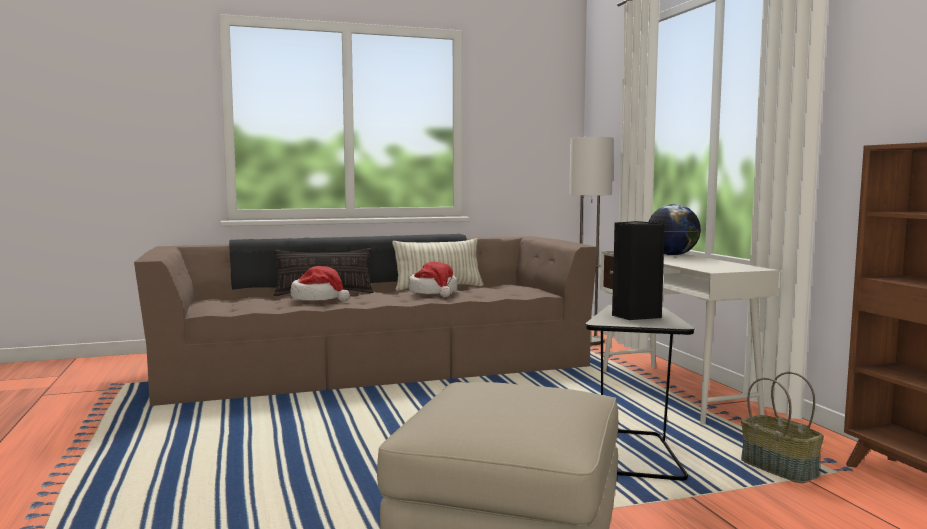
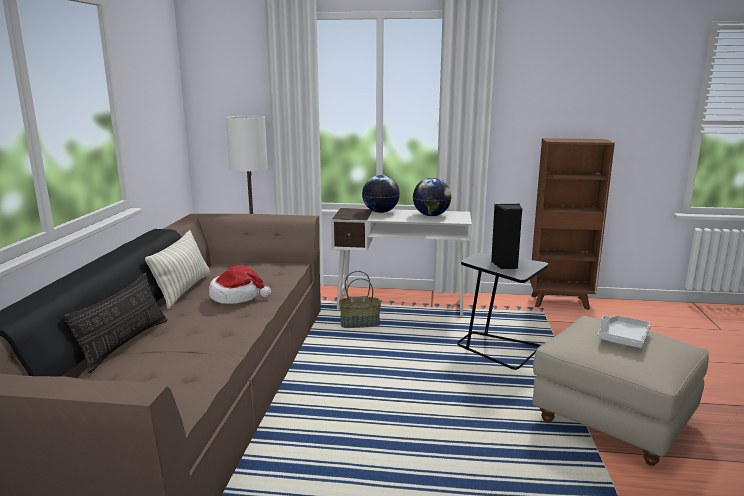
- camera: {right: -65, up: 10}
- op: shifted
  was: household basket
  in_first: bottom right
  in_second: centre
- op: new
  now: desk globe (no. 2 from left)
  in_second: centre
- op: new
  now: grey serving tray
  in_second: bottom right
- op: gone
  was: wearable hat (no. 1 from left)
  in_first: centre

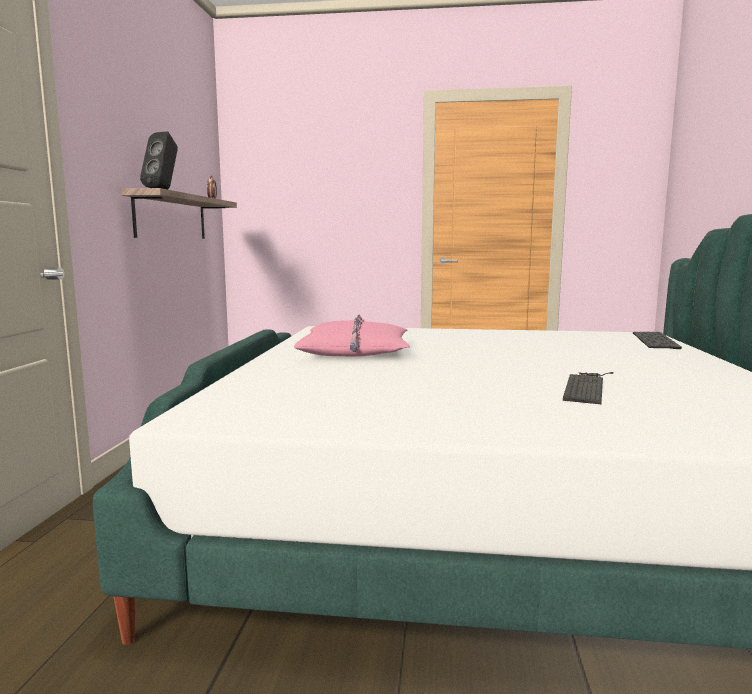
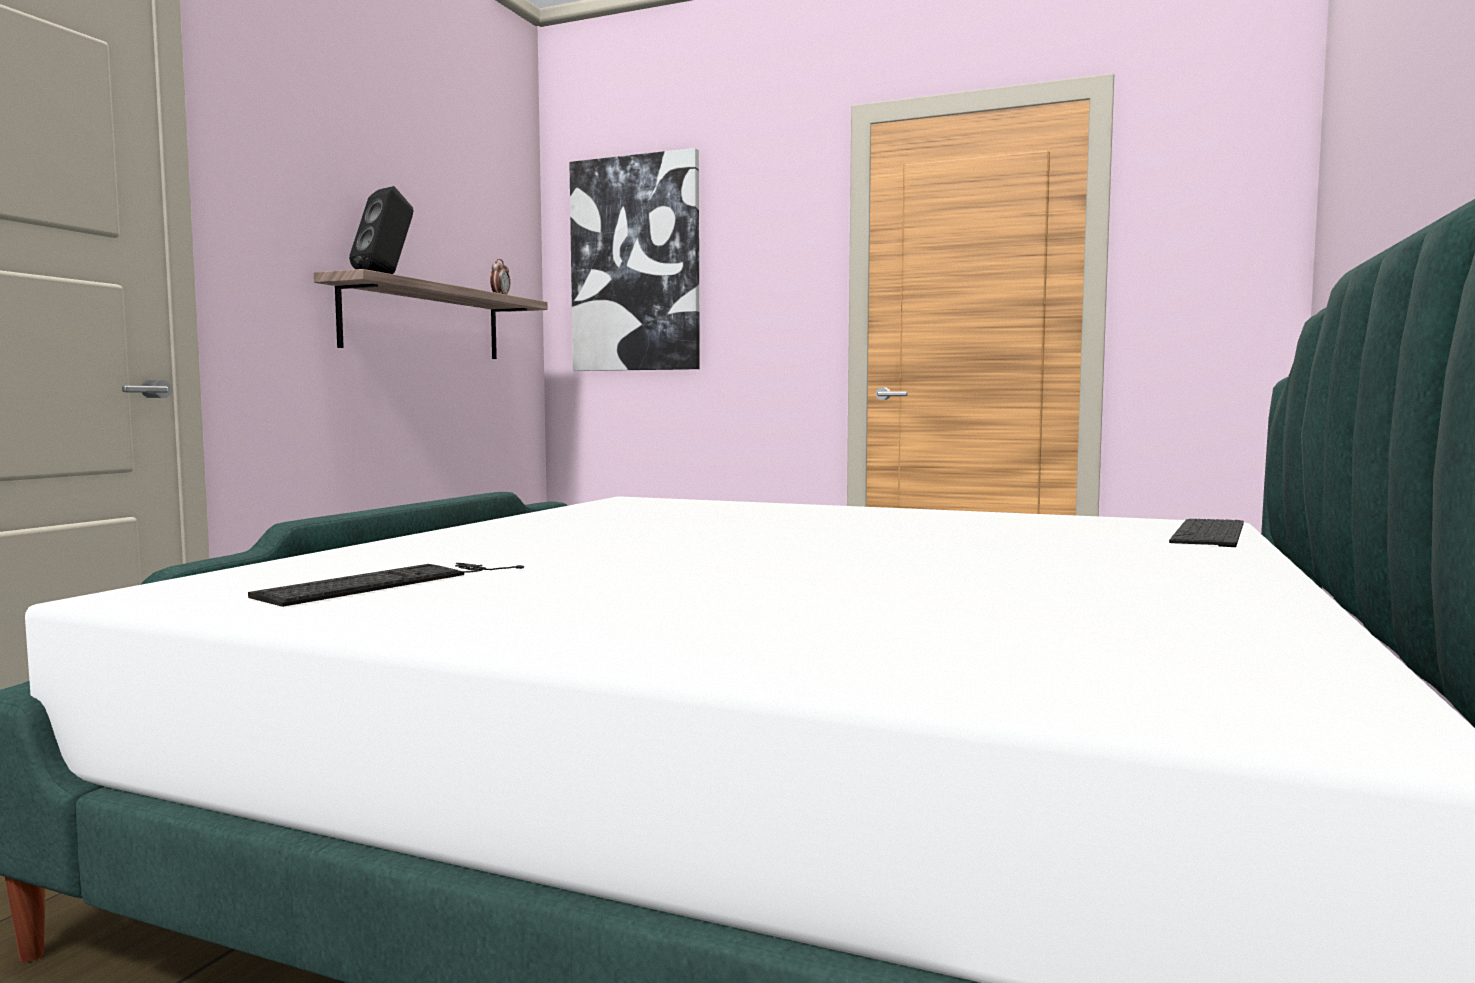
- camera: {right: 15, up: -5}
- op: shifted
  was: computer keyboard (no. 1 from left)
  in_first: middle right
  in_second: middle left
- op: new
  now: wall art
  in_second: top centre
- op: gone
  was: pink-coloured cushion
  in_first: centre

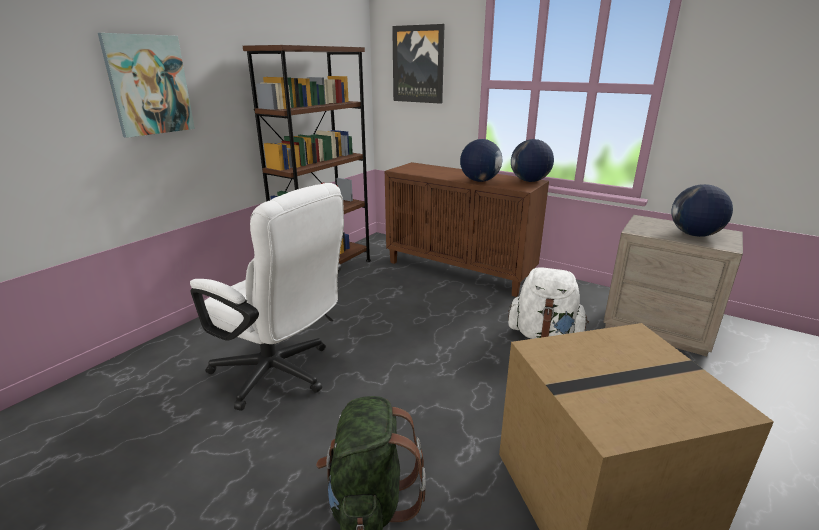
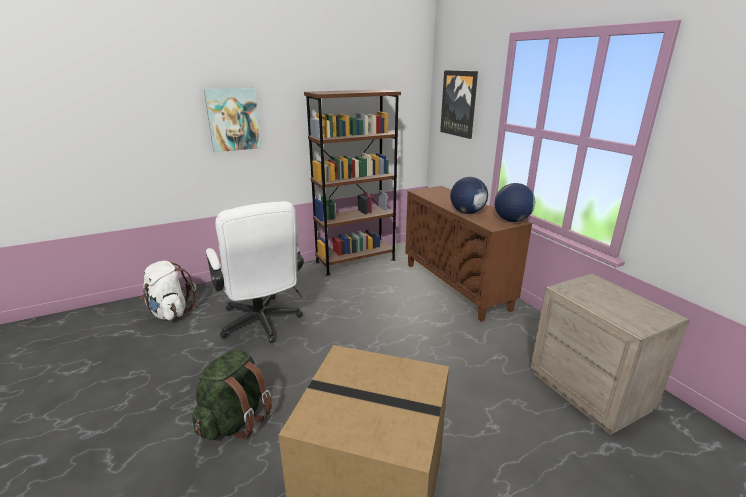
- camera: {right: 30, up: 0}
- op: shifted
  was: whitish rucksack
  in_first: middle right
  in_second: middle left
- op: gone
  was: desk globe (no. 3 from left)
  in_first: middle right

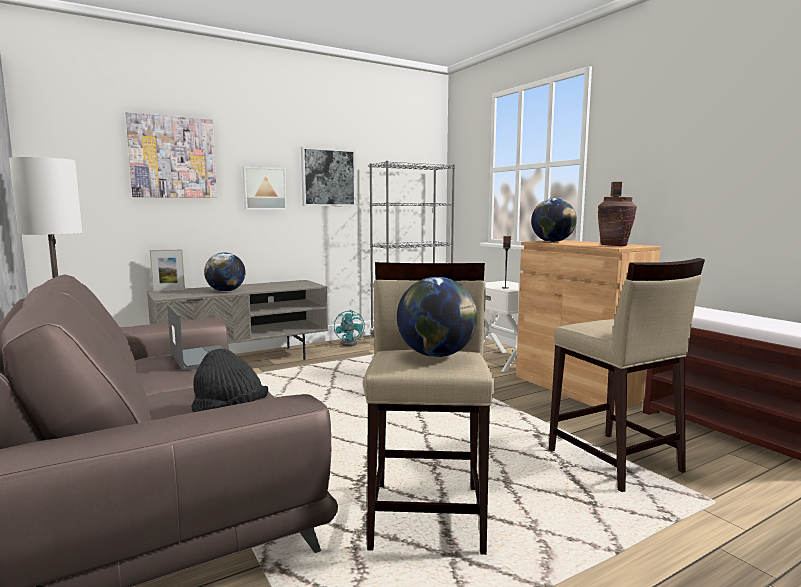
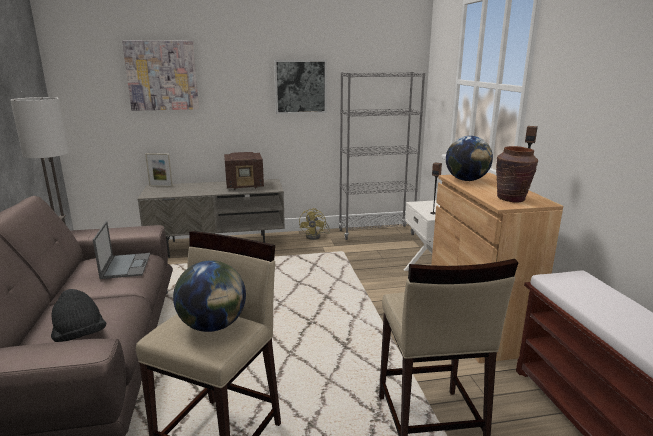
- camera: {right: 20, up: 10}
- op: new
  now: radio receiver
  in_second: centre
- op: repainted
  was: turquoise-coloured fan
  now: yellow fan
  in_first: centre
  in_second: centre
- op: gone
  was: desk globe (no. 1 from left)
  in_first: middle left
- op: gone
  was: wall art (no. 2 from left)
  in_first: top left

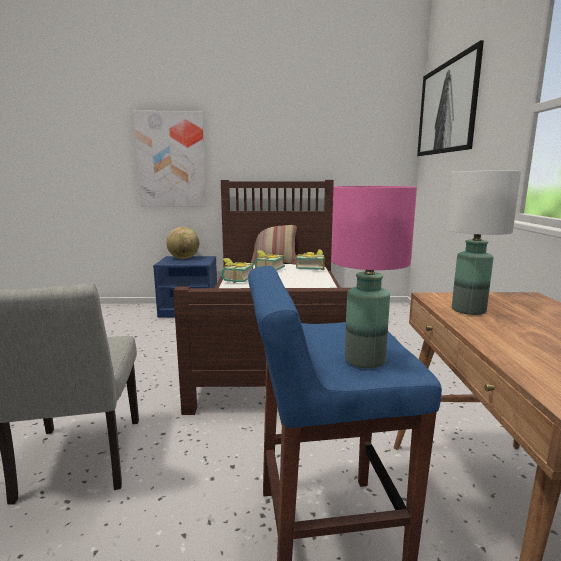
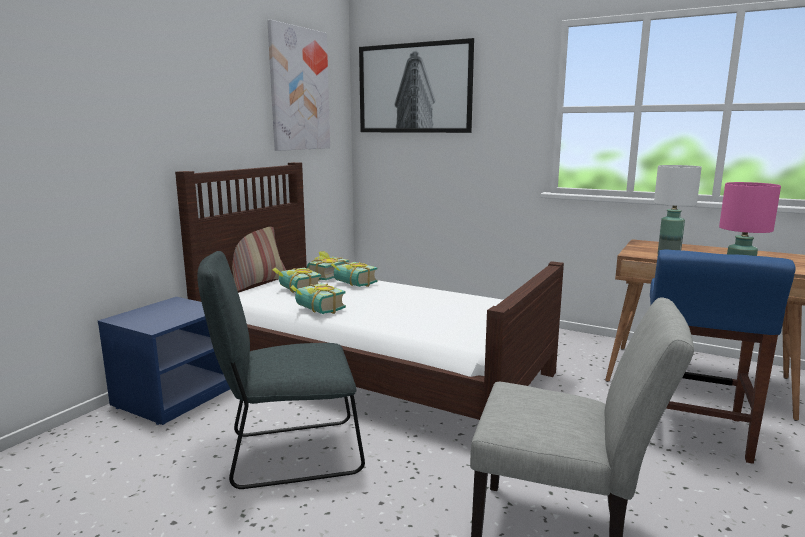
- camera: {right: -60, up: 0}
- op: new
  now: grey plain chair (no. 1 from left)
  in_second: bottom centre
- op: shifted
  was: wall art (no. 1 from left)
  in_first: top left
  in_second: top centre
- op: new
  now: bound book (no. 4 from left)
  in_second: centre
- op: gone
  was: desk globe
  in_first: middle left

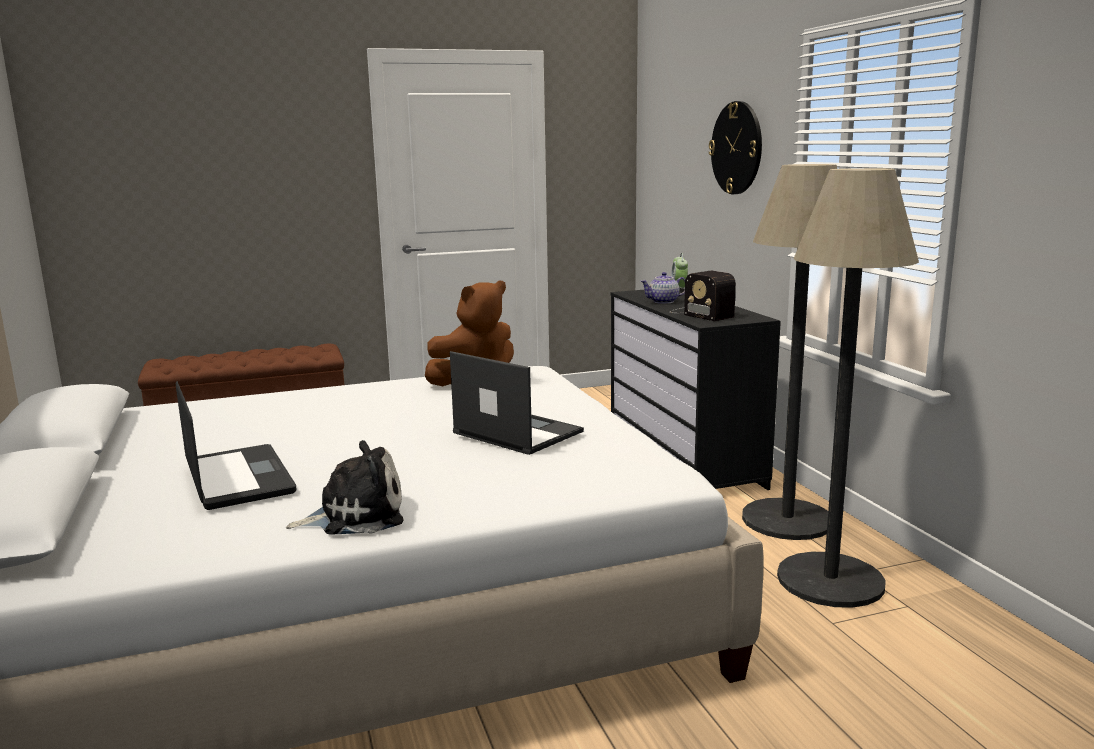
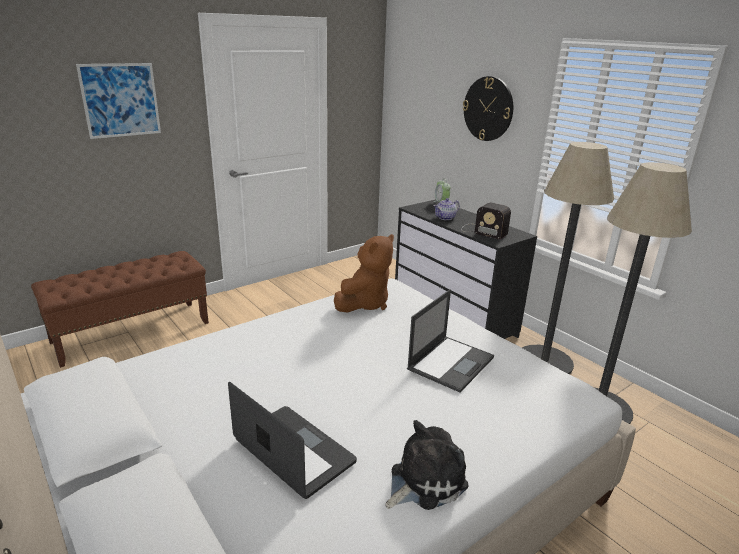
- camera: {right: -20, up: 10}
- op: new
  now: wall art
  in_second: top left
- op: rotated
  was: laptop (no. 2 from left)
  in_first: centre
  in_second: centre
  clockwise: 105

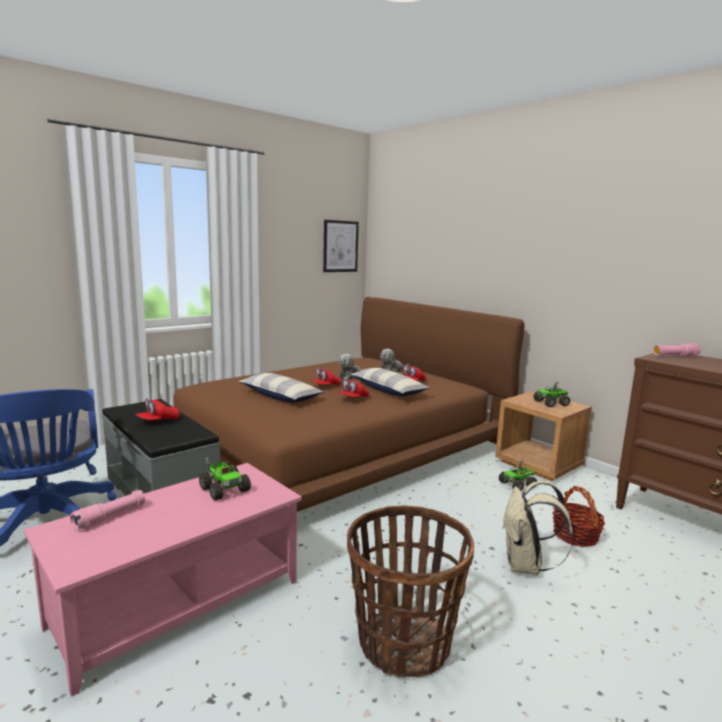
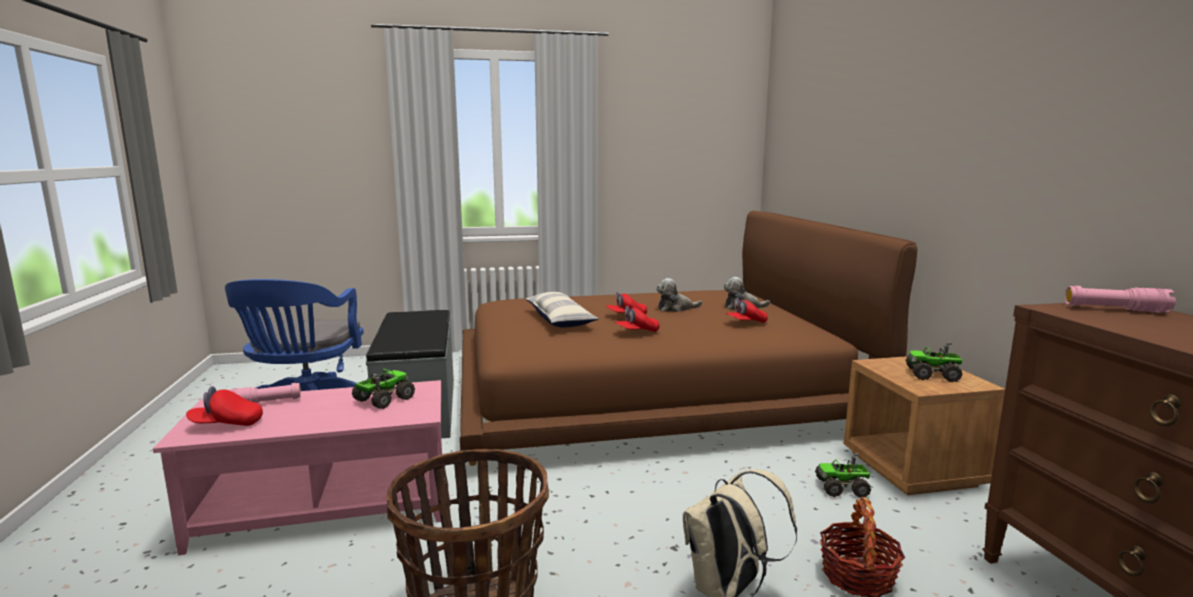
- camera: {right: 30, up: 0}
- op: shifted
  was: red-coloured baseball cap (no. 1 from left)
  in_first: middle left
  in_second: bottom left
- op: rotated
  was: toy truck (no. 1 from left)
  in_first: middle left
  in_second: middle left
  clockwise: -135
- op: gone
  was: wall art
  in_first: centre
- op: gone
  was: cushion (no. 2 from left)
  in_first: centre

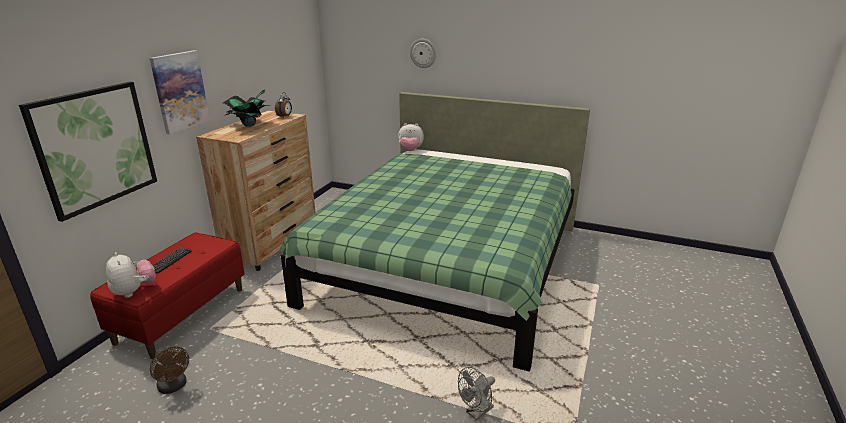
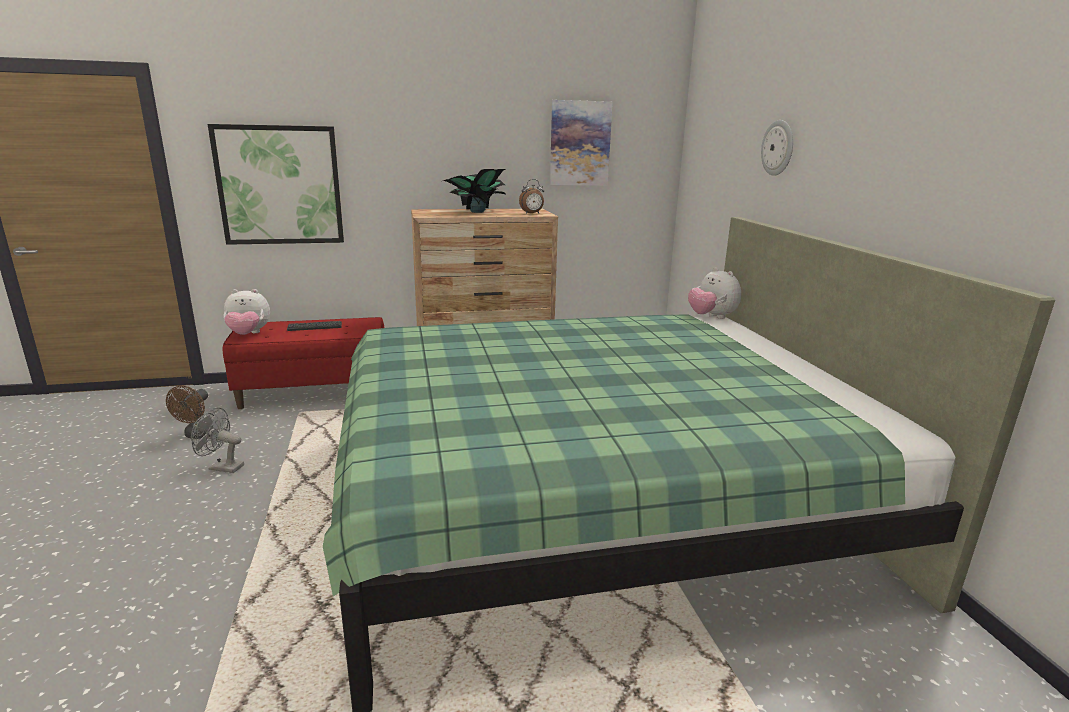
- camera: {right: 55, up: -5}
- op: shifted
  was: grey fan
  in_first: bottom centre
  in_second: middle left
- op: rotated
  was: soft toy (no. 1 from left)
  in_first: middle left
  in_second: middle left
  clockwise: 60
- op: shifted
  was: wall art (no. 2 from left)
  in_first: top left
  in_second: top centre

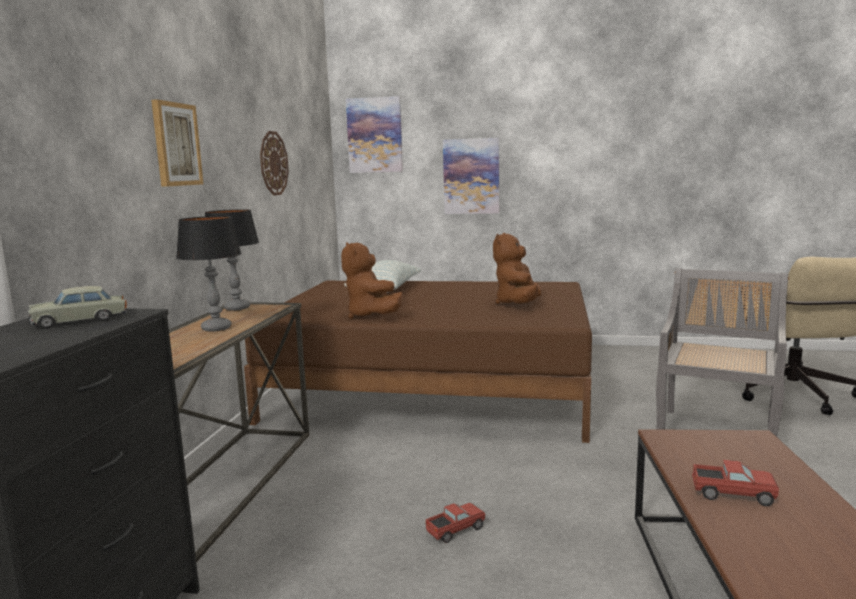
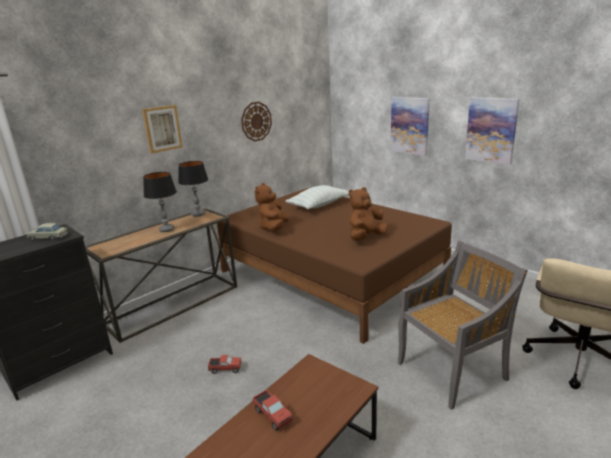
- camera: {right: 35, up: 10}
- op: shifted
  was: wall art (no. 2 from left in the first image)
  now: wall art (no. 3 from left)
  in_first: top centre
  in_second: top right

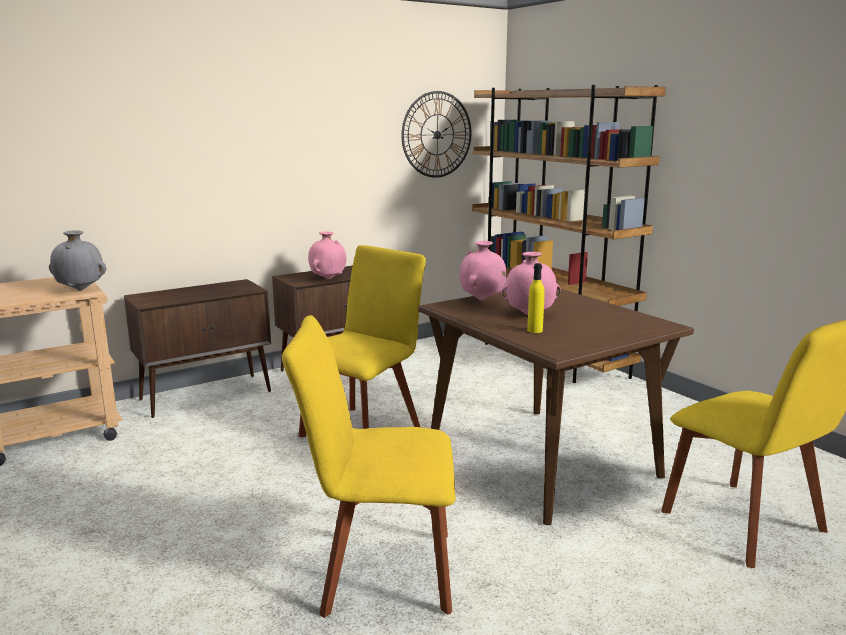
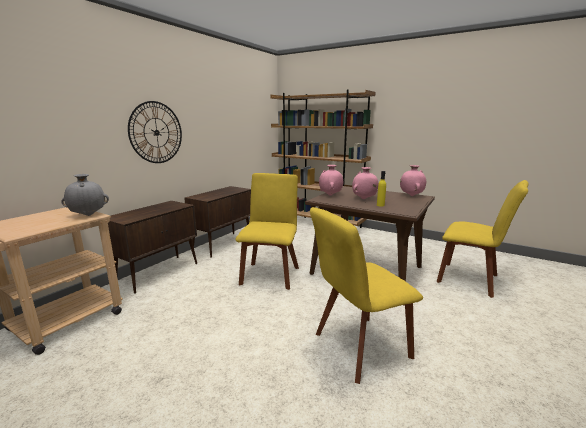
- camera: {right: -25, up: 0}
- op: shifted
  was: clock on the wall
  in_first: top centre
  in_second: top left
- op: shifted
  was: pink-coloured decorative vase (no. 1 from left in the first image)
  now: pink-coloured decorative vase (no. 3 from left)
  in_first: centre
  in_second: middle right

